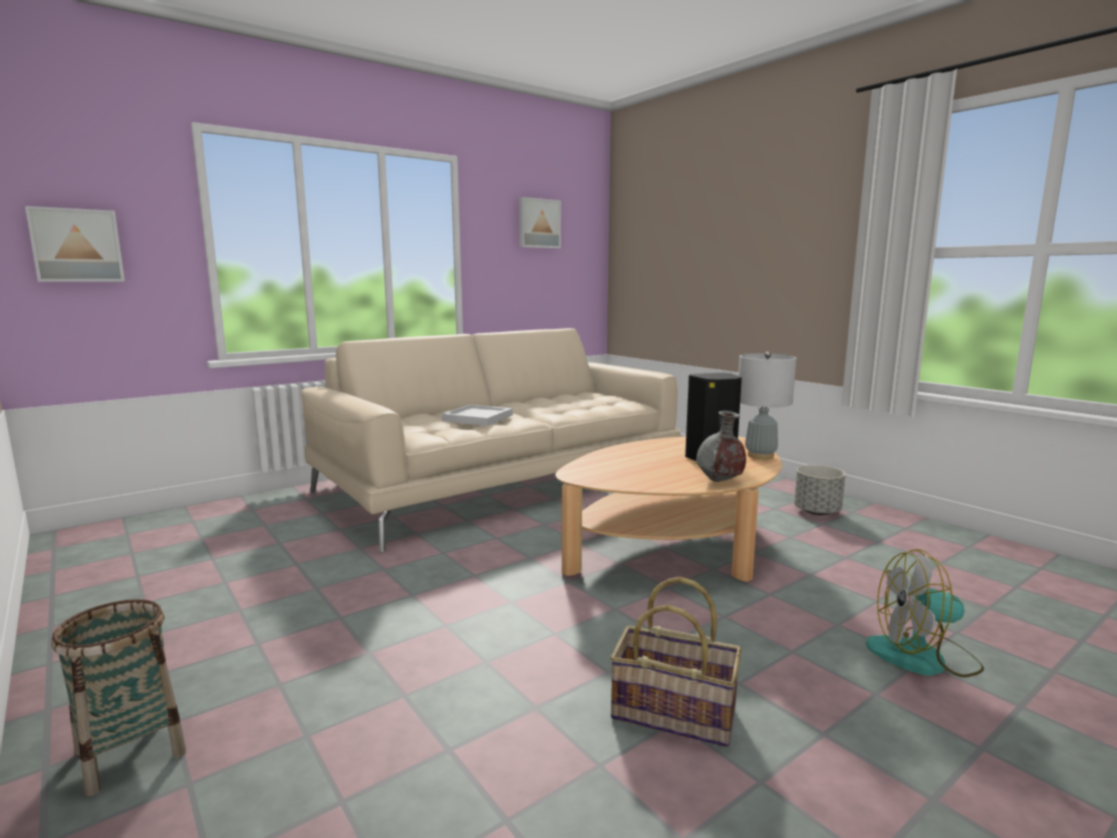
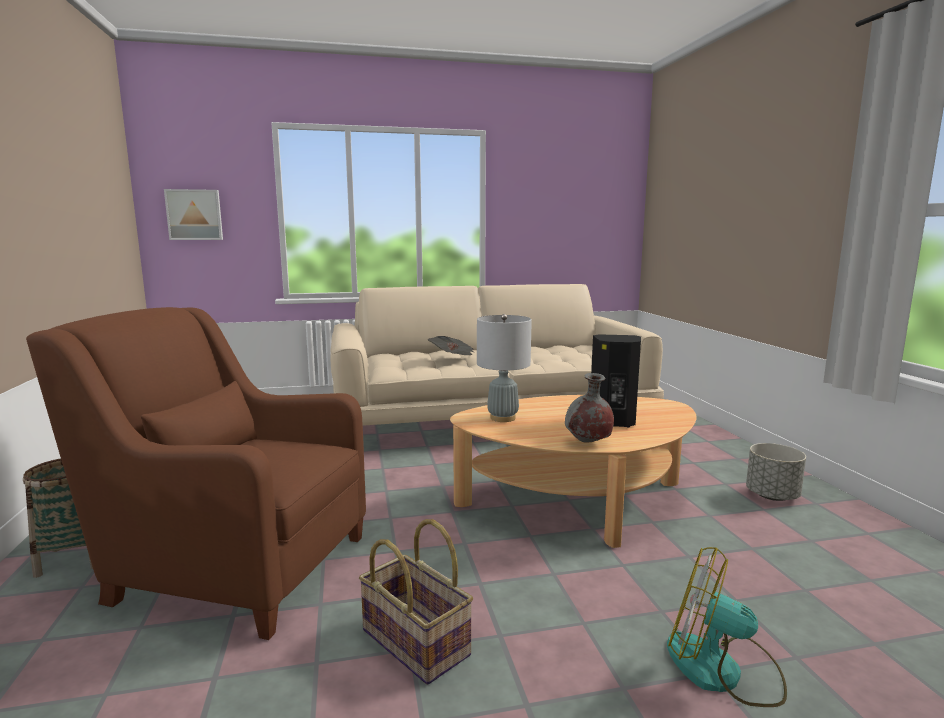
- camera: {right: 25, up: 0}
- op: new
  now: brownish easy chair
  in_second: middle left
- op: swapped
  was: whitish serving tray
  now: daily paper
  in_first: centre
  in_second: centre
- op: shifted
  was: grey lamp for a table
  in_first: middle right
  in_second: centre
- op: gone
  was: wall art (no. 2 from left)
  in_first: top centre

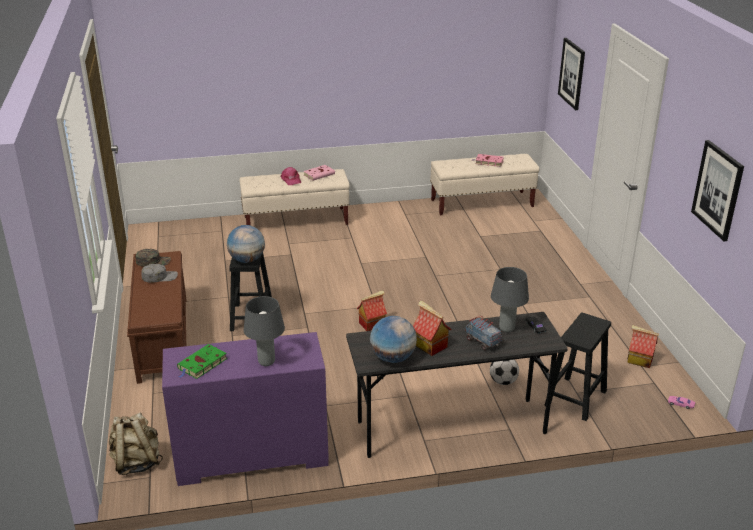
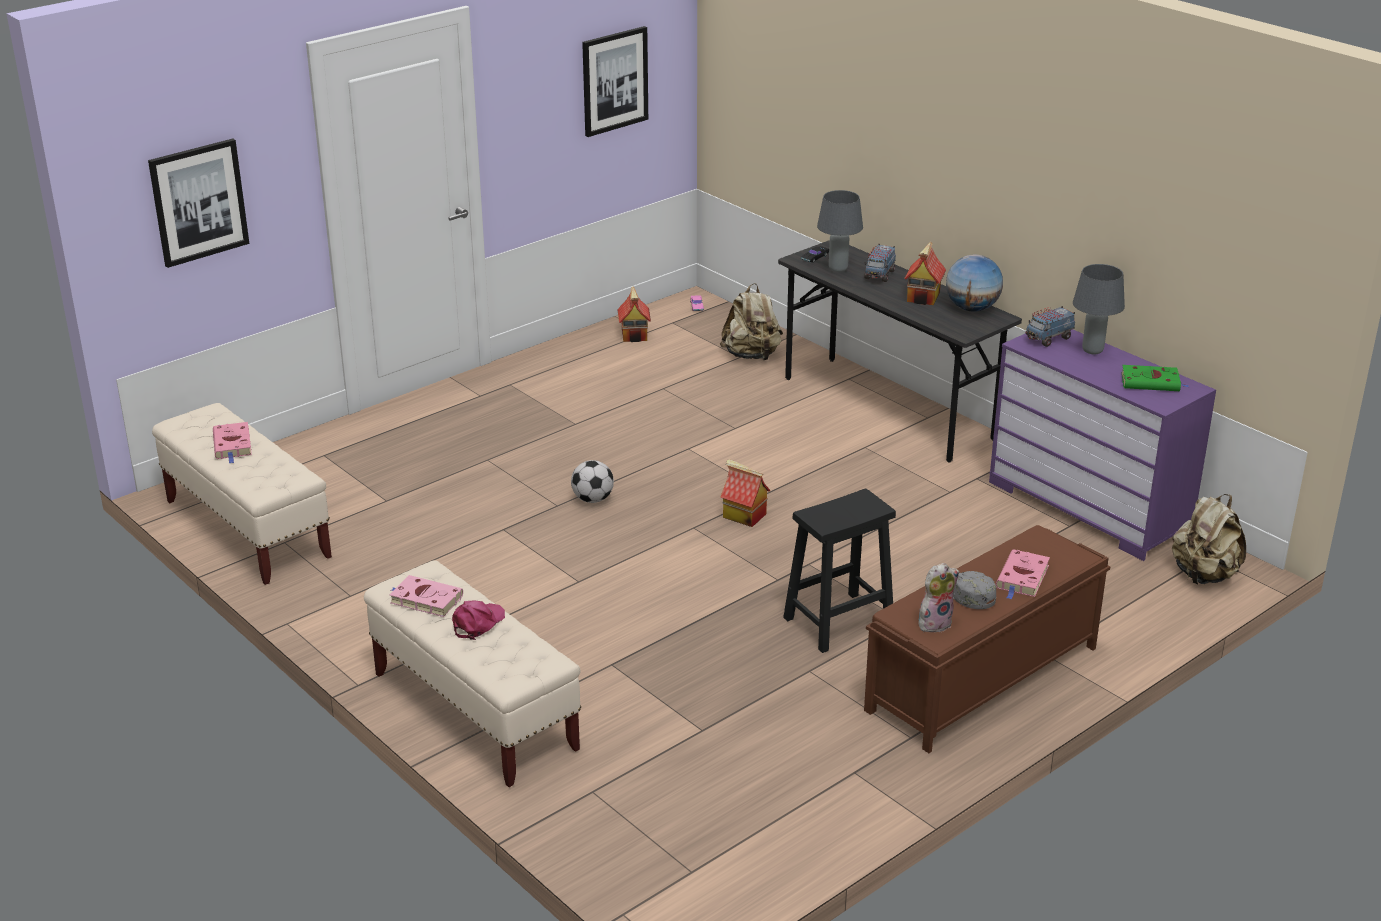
- camera: {right: -120, up: 0}
- op: shifted
  was: ball for football
  in_first: bottom right
  in_second: centre
- op: swapped
  was: black stool seat (no. 2 from left)
  now: sand-coloured rucksack (no. 1 from left)
  in_first: bottom right
  in_second: centre
- op: swapped
  was: greenish baseball cap
  now: soft toy
  in_first: middle left
  in_second: middle right
- op: new
  now: pink-coloured bound book (no. 3 from left)
  in_second: middle right
- op: new
  now: toy truck (no. 2 from left)
  in_second: middle right
- op: gone
  was: desk globe (no. 1 from left)
  in_first: middle left

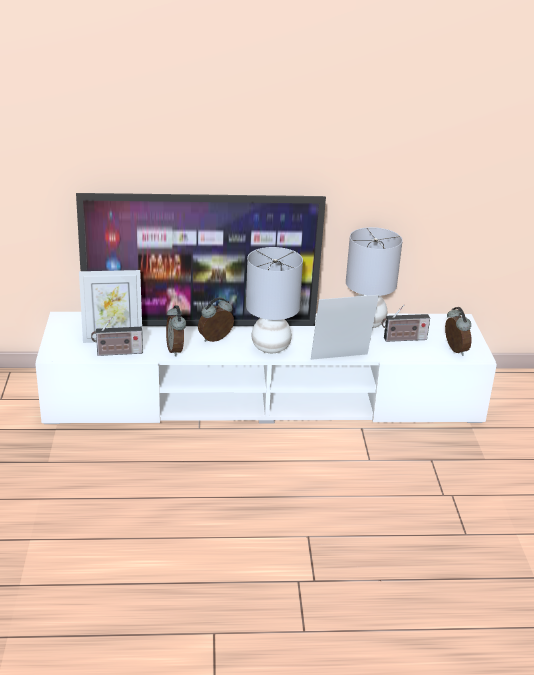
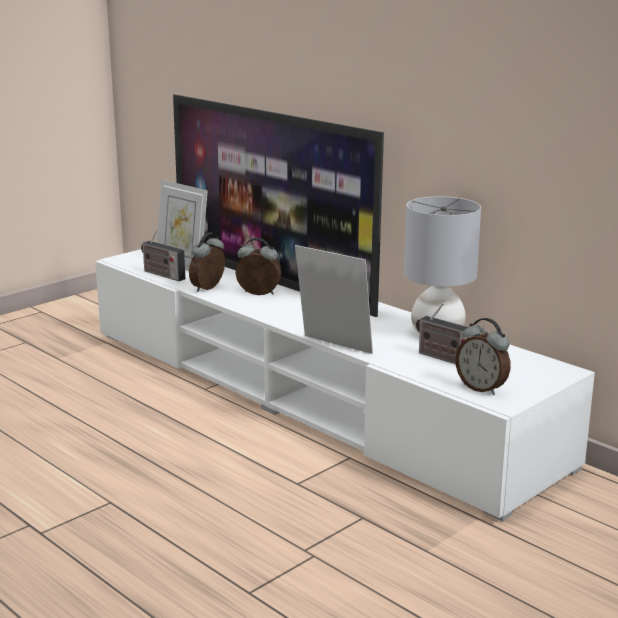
- camera: {right: 50, up: -10}
- op: rotated
  was: bedside clock (no. 3 from left)
  in_first: middle right
  in_second: middle right
  clockwise: 105
- op: gone
  was: grey lamp for a table (no. 1 from left)
  in_first: centre

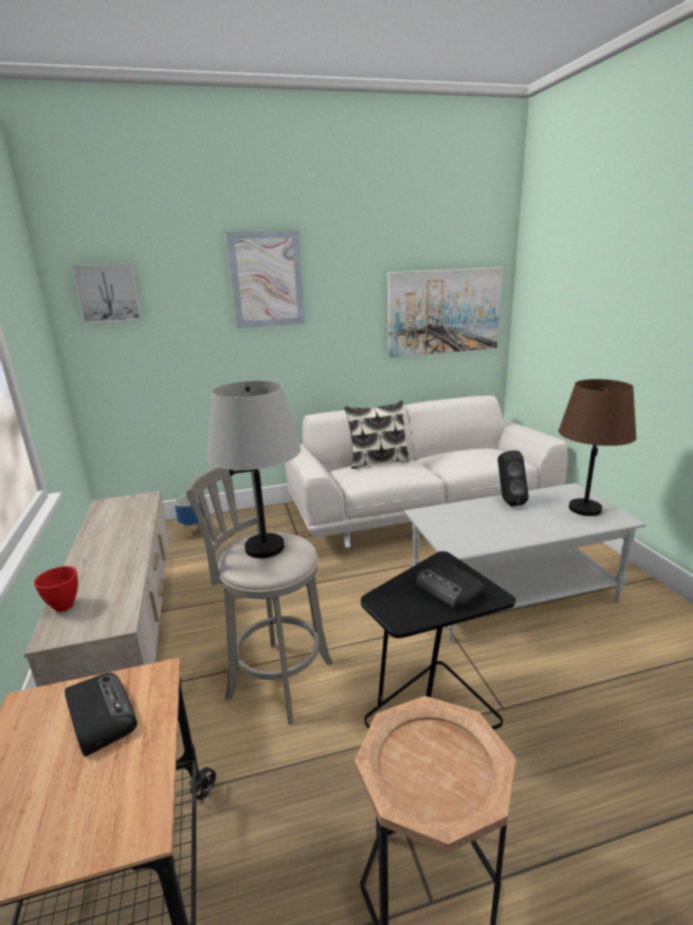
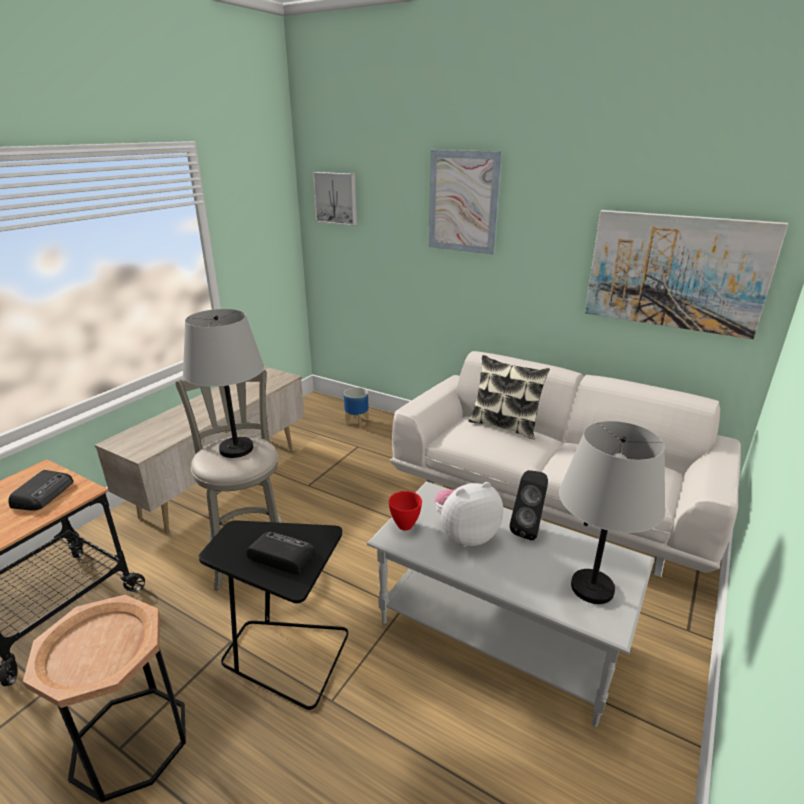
- camera: {right: 45, up: 5}
- op: rotated
  was: radio receiver (no. 2 from left)
  in_first: centre
  in_second: bottom centre
  clockwise: 105
- op: shifted
  was: red-coloured serving bowl
  in_first: middle left
  in_second: centre
- op: new
  now: soft toy
  in_second: centre
- op: repainted
  was: brownish lamp for a table
  now: grey lamp for a table (no. 2 from left)
  in_first: middle right
  in_second: middle right

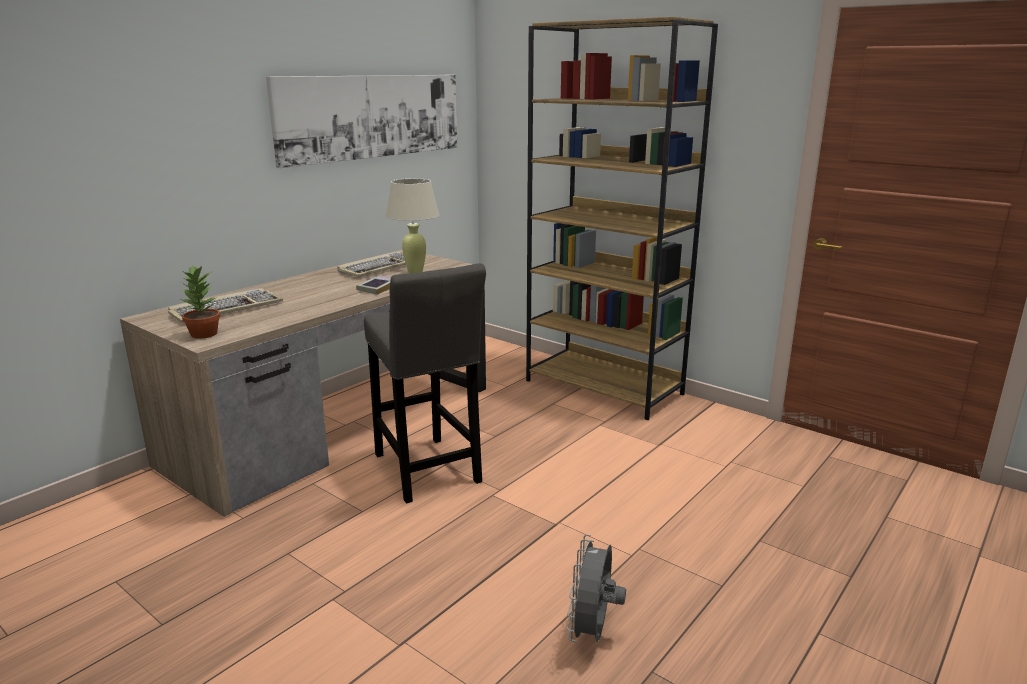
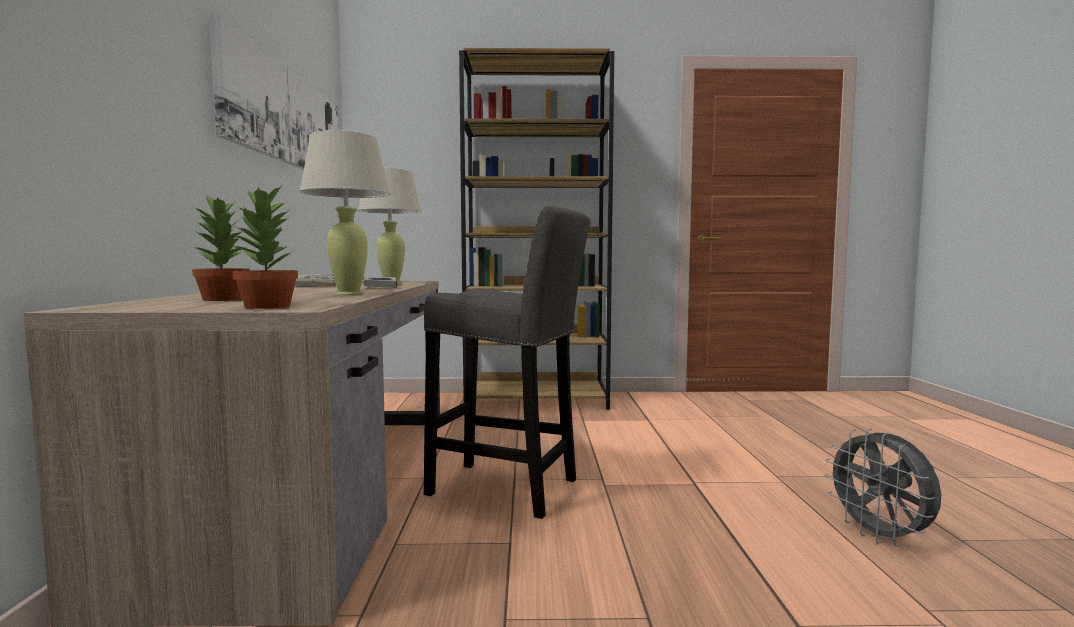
- camera: {right: -40, up: -15}
- op: swapped
  was: computer keyboard (no. 1 from left)
  now: plant in a pot (no. 1 from left)
  in_first: middle left
  in_second: middle left
- op: new
  now: sand-coloured lamp for a table (no. 1 from left)
  in_second: middle left

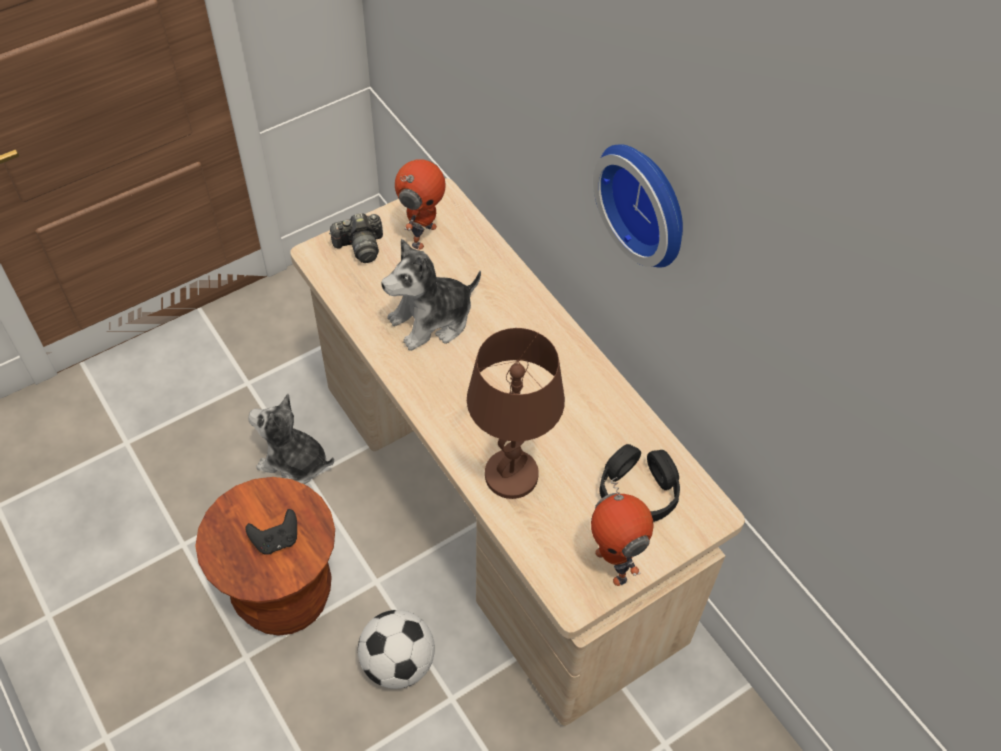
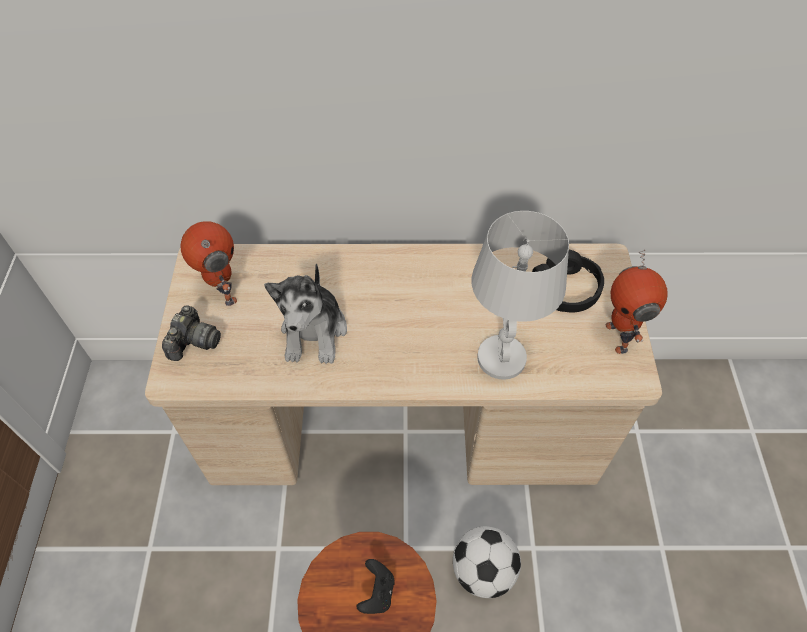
- camera: {right: -55, up: 0}
- op: repainted
  was: brownish lamp for a table
  now: whitish lamp for a table
  in_first: centre
  in_second: centre
- op: rotated
  was: toy robot (no. 2 from left)
  in_first: bottom centre
  in_second: middle right
  clockwise: 75
- op: gone
  was: soft toy (no. 1 from left)
  in_first: middle left
- op: gone
  was: clock on the wall
  in_first: top centre

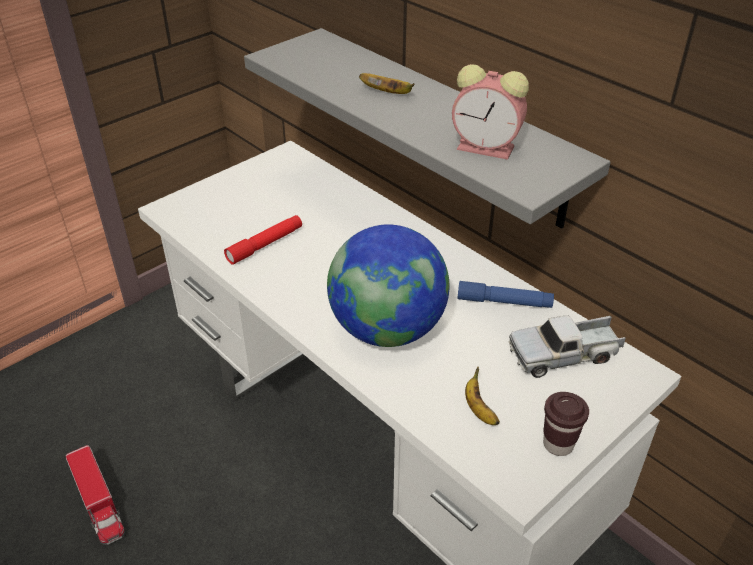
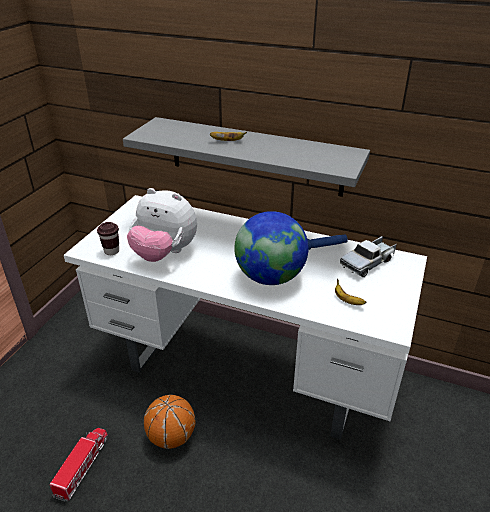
- camera: {right: -25, up: -5}
- op: rotated
  was: toy truck (no. 1 from left)
  in_first: bottom left
  in_second: bottom left
  clockwise: -105
- op: shifted
  was: brownish drinking cup
  in_first: bottom right
  in_second: middle left
- op: swapped
  was: red-coloured hand torch
  now: soft toy
  in_first: centre
  in_second: middle left
- op: new
  now: ball for basketball
  in_second: bottom centre
- op: gone
  was: bedside clock
  in_first: top centre

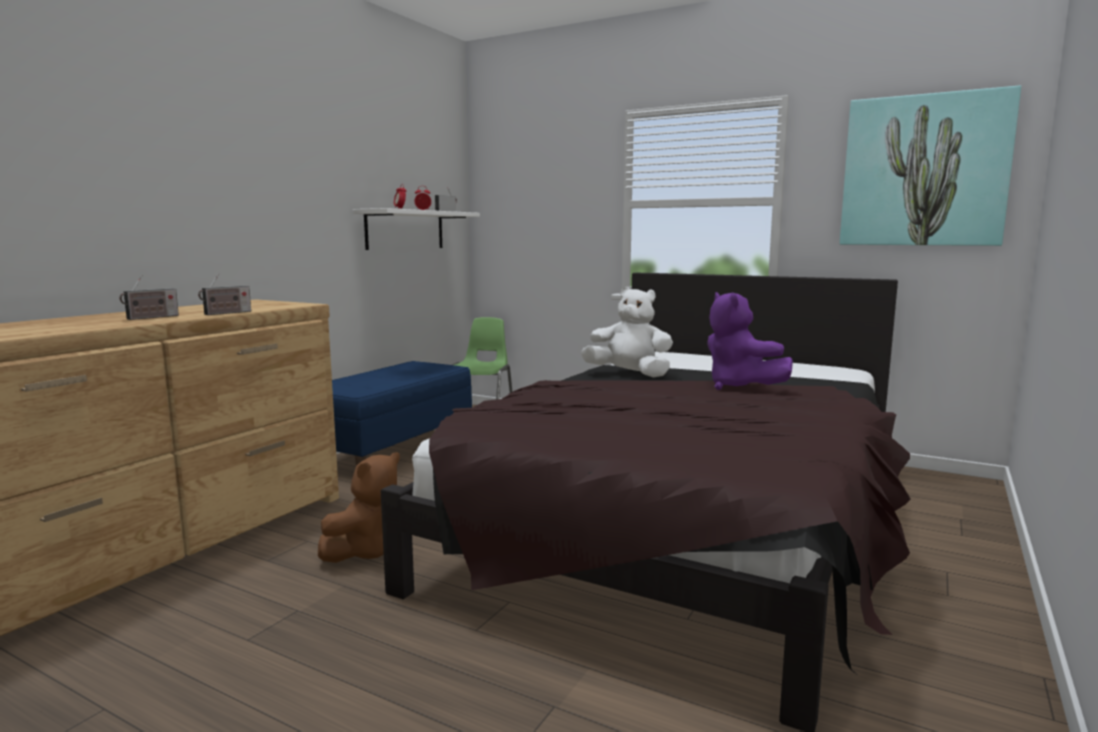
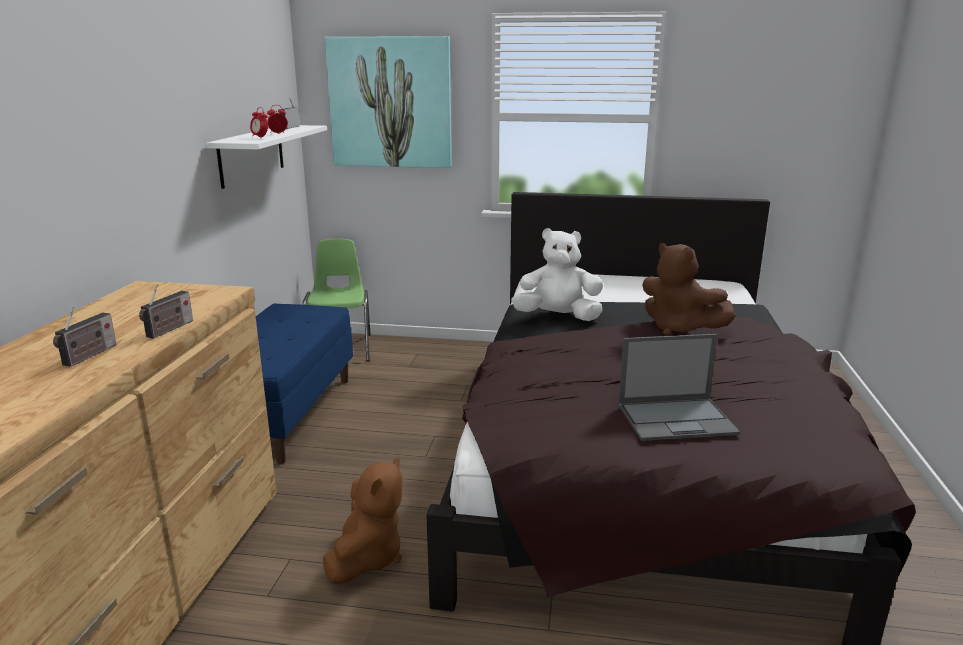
- camera: {right: -20, up: 10}
- op: shifted
  was: wall art
  in_first: top right
  in_second: top centre
- op: new
  now: laptop
  in_second: middle right
- op: repainted
  was: purple-coloured soft toy
  now: brownish soft toy (no. 2 from left)
  in_first: middle right
  in_second: middle right

